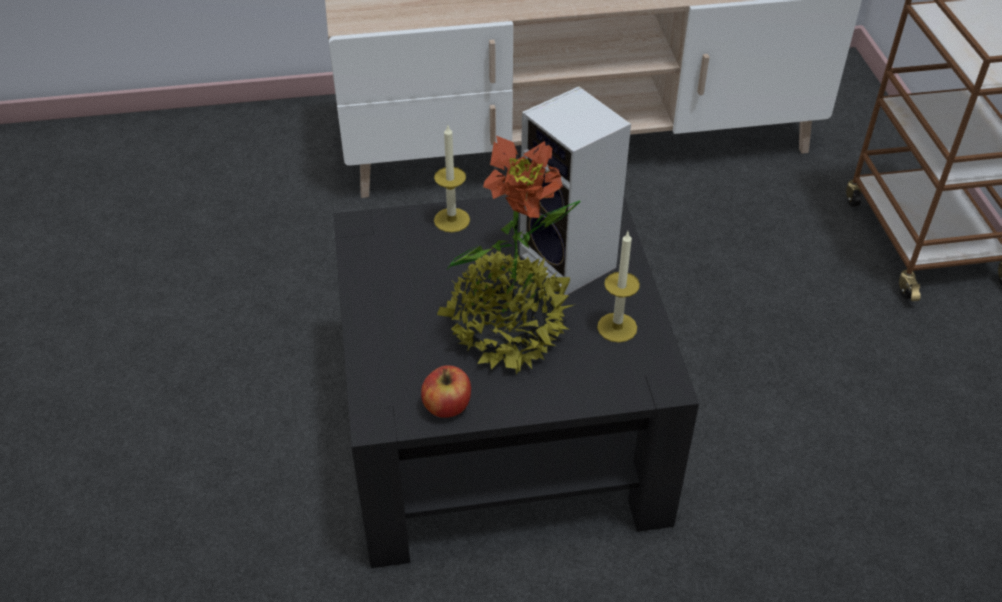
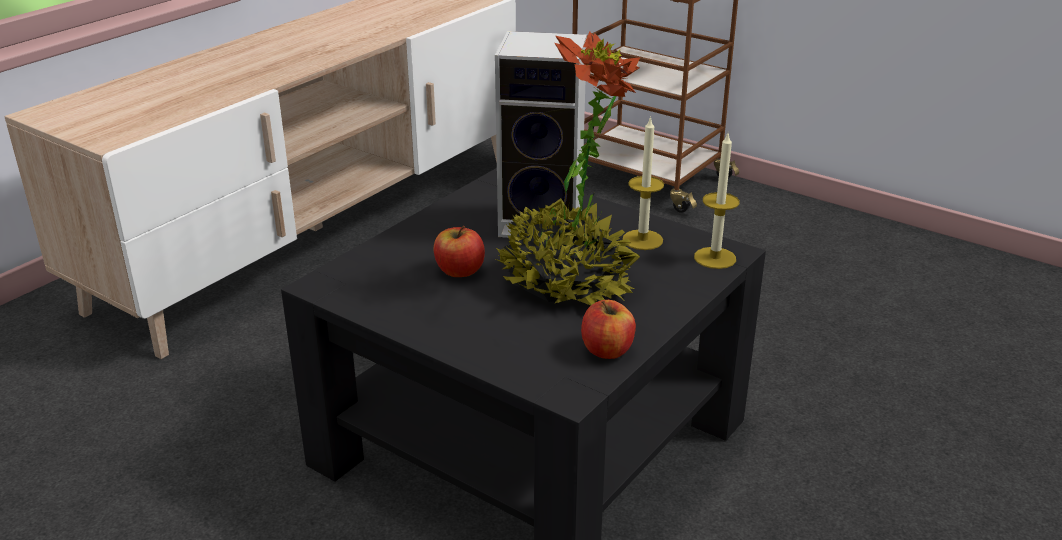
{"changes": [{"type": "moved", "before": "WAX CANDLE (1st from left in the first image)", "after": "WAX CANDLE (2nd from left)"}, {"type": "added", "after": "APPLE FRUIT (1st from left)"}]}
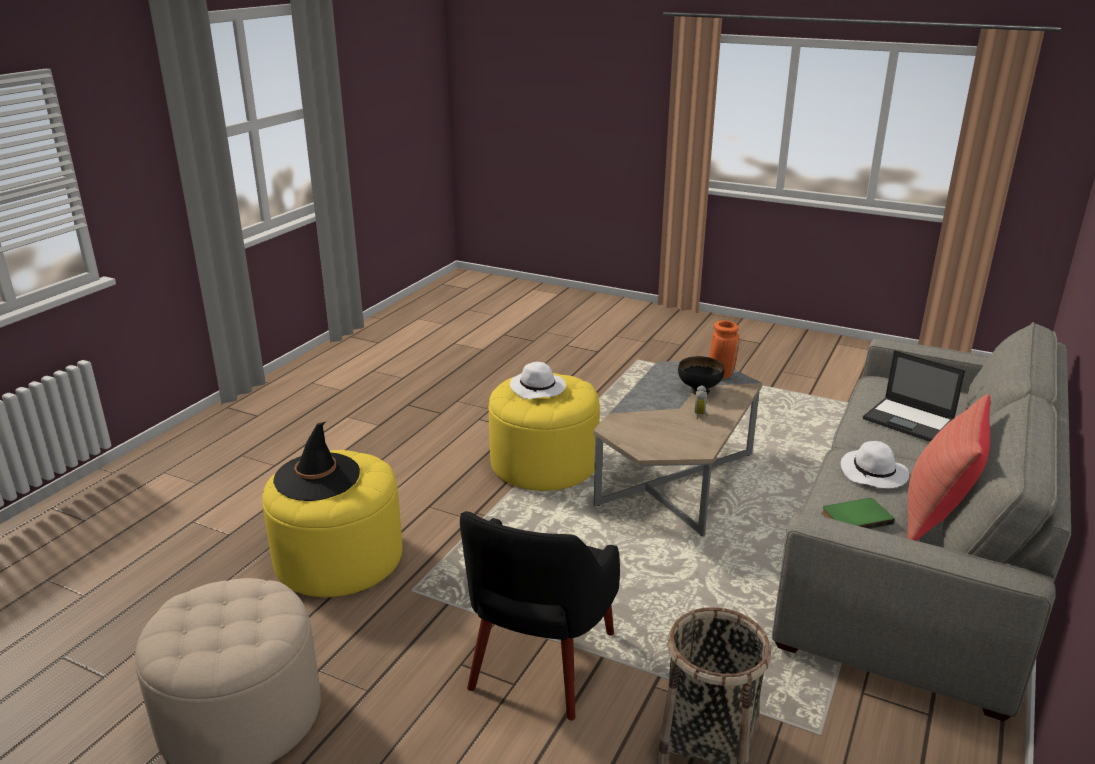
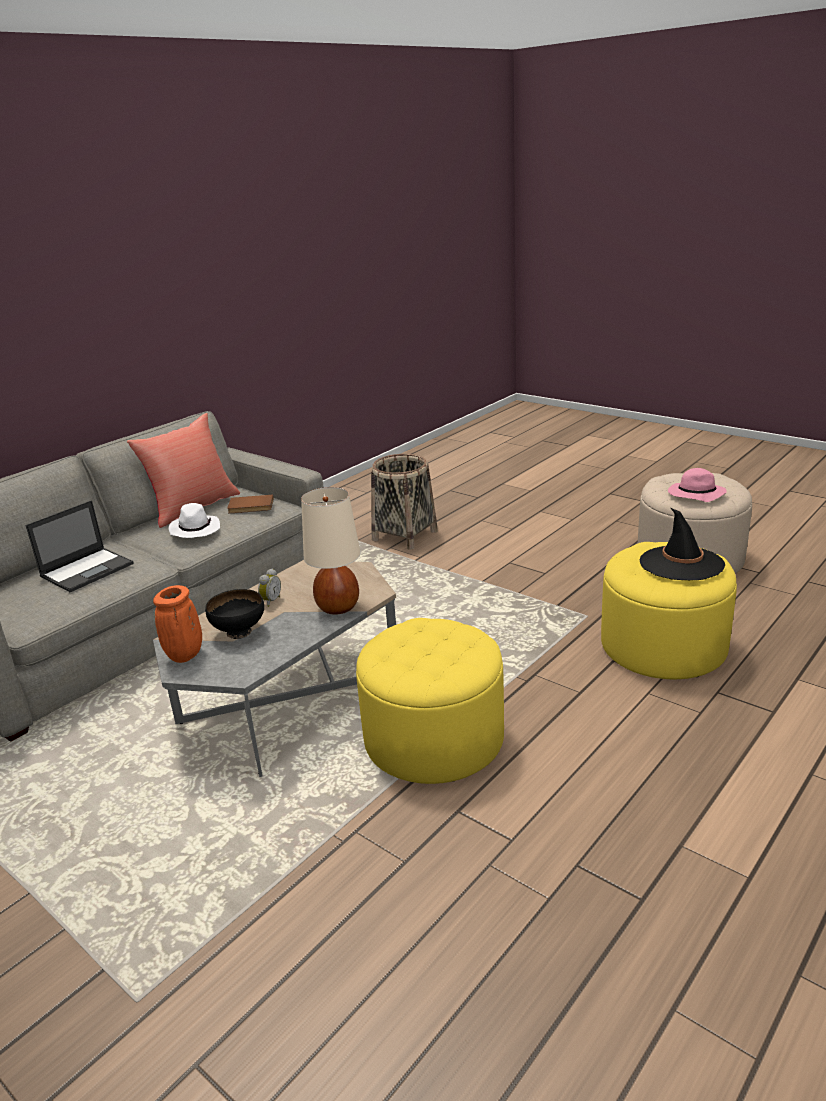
{"changes": [{"type": "removed", "before": "BLACK-COLOURED ARMCHAIR"}, {"type": "removed", "before": "WHITE WEARABLE HAT (1st from left)"}, {"type": "recoloured", "before": "GREEN-COLOURED BOUND BOOK", "after": "BROWN BOUND BOOK"}, {"type": "turned", "before": "NOTEBOOK COMPUTER", "turn": 75}, {"type": "added", "after": "BEIGE-COLOURED TABLE LAMP"}, {"type": "added", "after": "PINK-COLOURED WEARABLE HAT"}]}
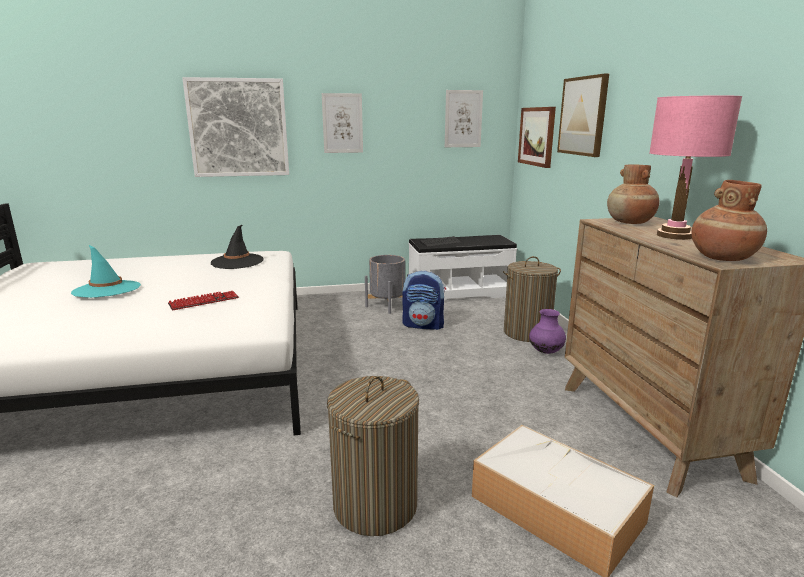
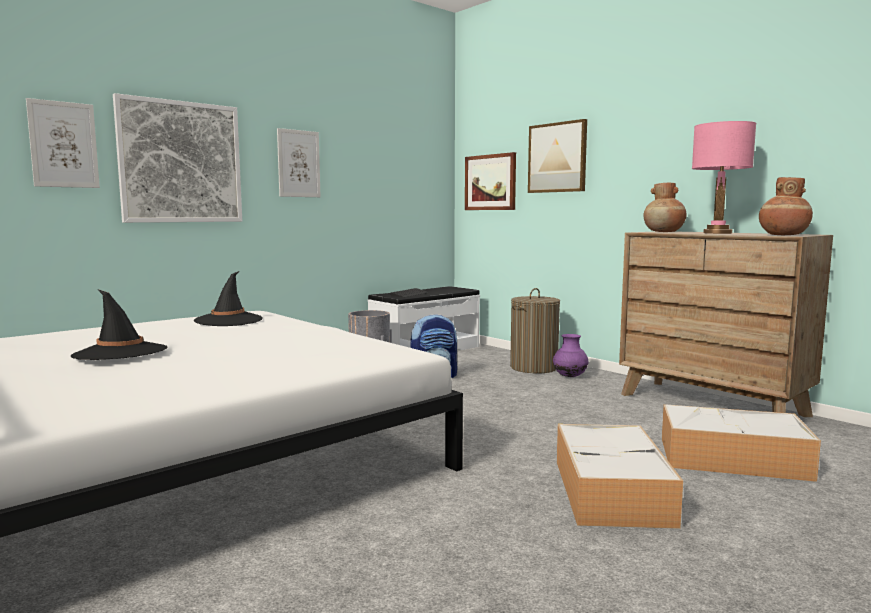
{"changes": [{"type": "recoloured", "before": "BLUE-GREEN WEARABLE HAT", "after": "BLACK-COLOURED WEARABLE HAT (1st from left)"}, {"type": "removed", "before": "COMPUTER KEYBOARD (1st from left)"}, {"type": "replaced", "before": "LAUNDRY BASKET (1st from left)", "after": "STORAGE BIN (1st from left)"}, {"type": "moved", "before": "WALL ART (3rd from left in the first image)", "after": "WALL ART (1st from left)"}]}
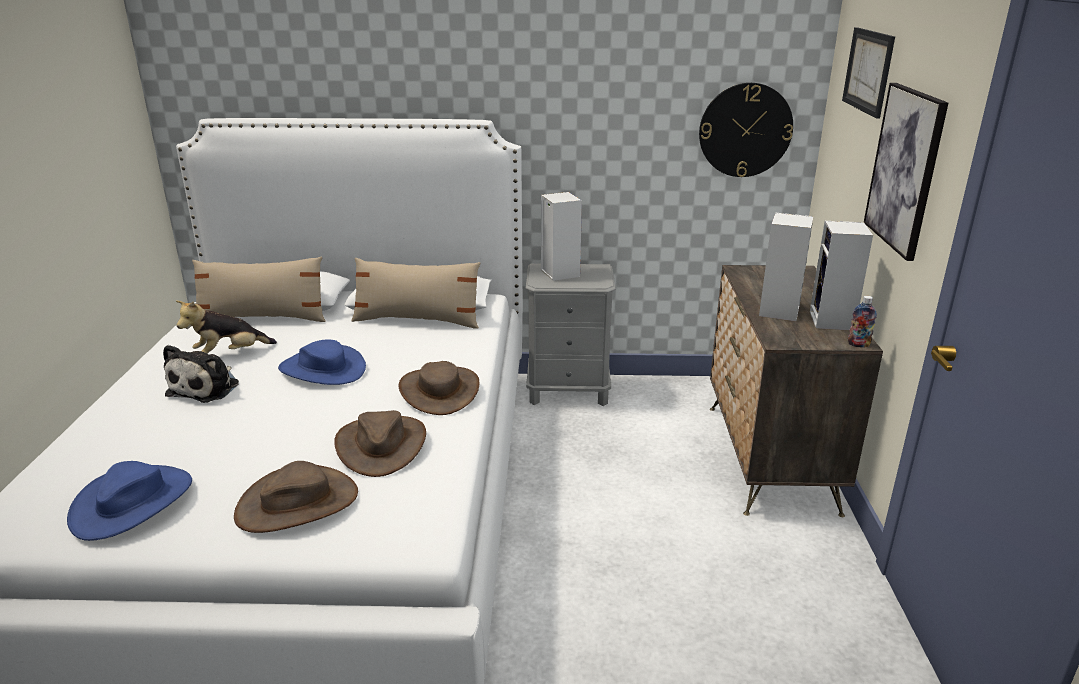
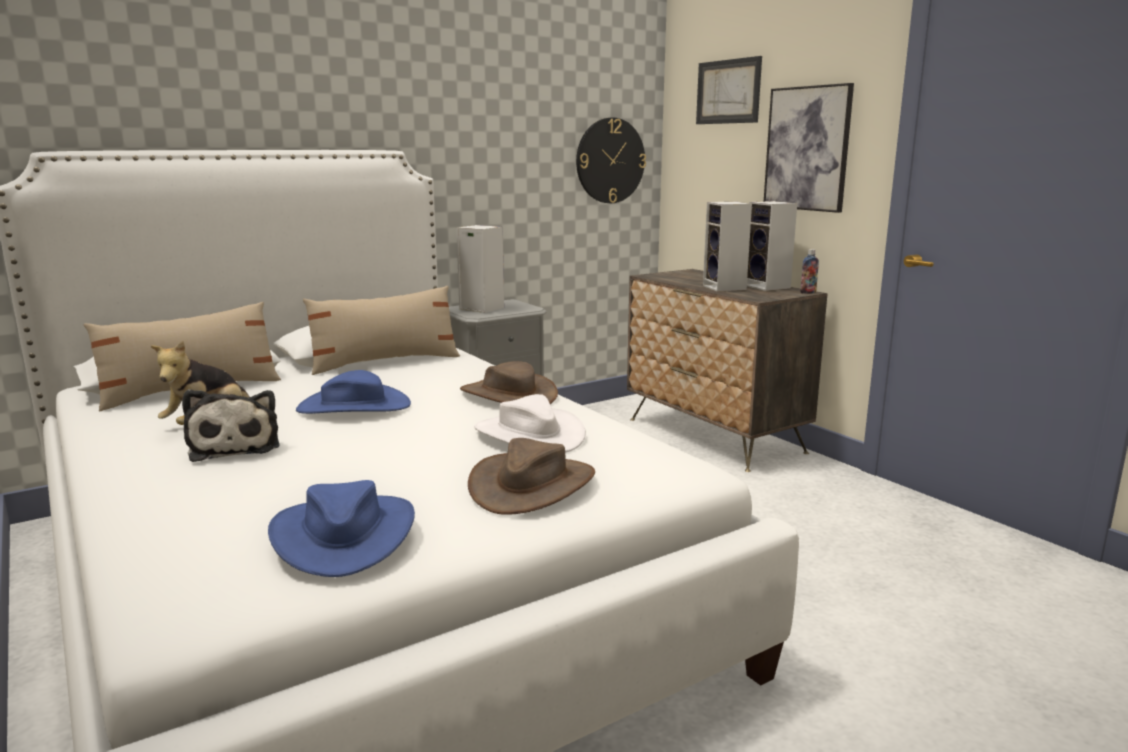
{"changes": [{"type": "recoloured", "before": "BROWN WEARABLE HAT (2nd from left)", "after": "WHITE WEARABLE HAT"}]}
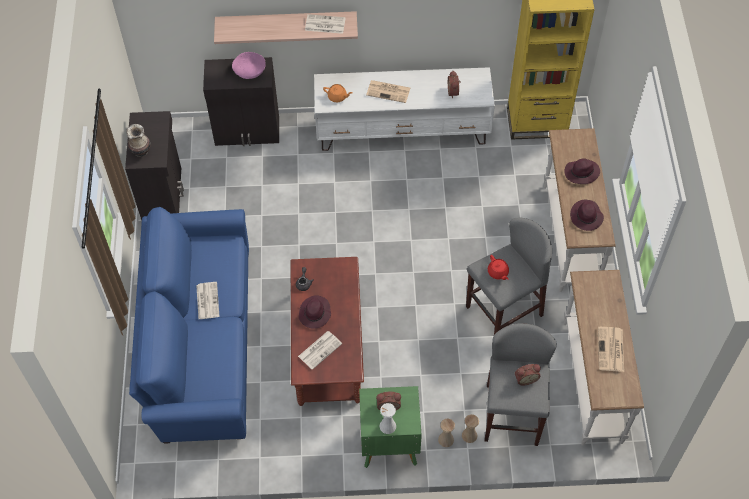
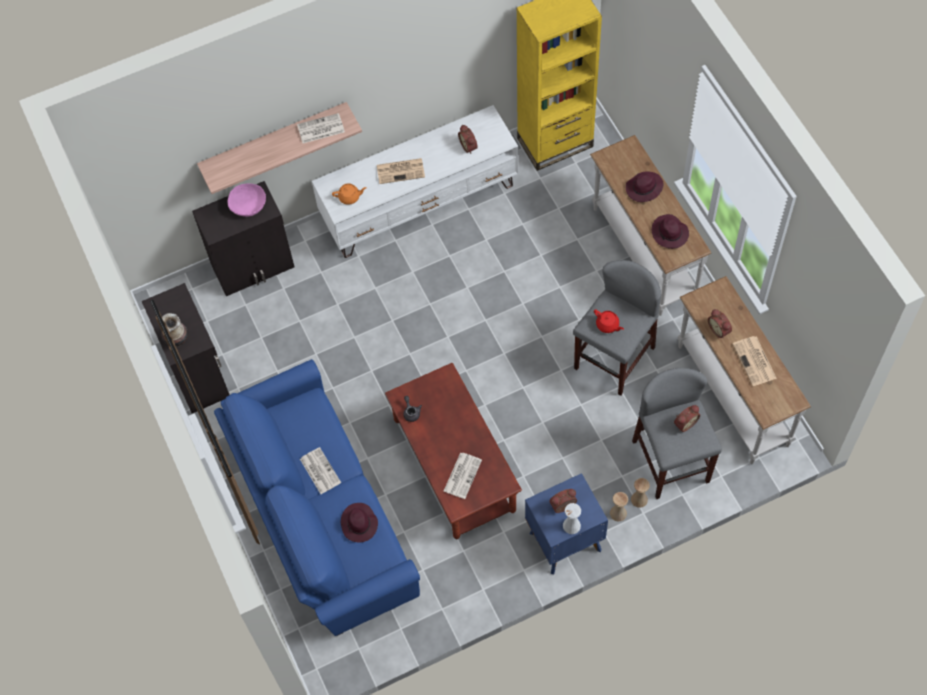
{"changes": [{"type": "moved", "before": "PURPLISH WEARABLE HAT (1st from left)"}, {"type": "recoloured", "before": "GREEN-COLOURED BEDSIDE TABLE", "after": "BLUE BEDSIDE TABLE"}, {"type": "added", "after": "BEDSIDE CLOCK (4th from left)"}]}
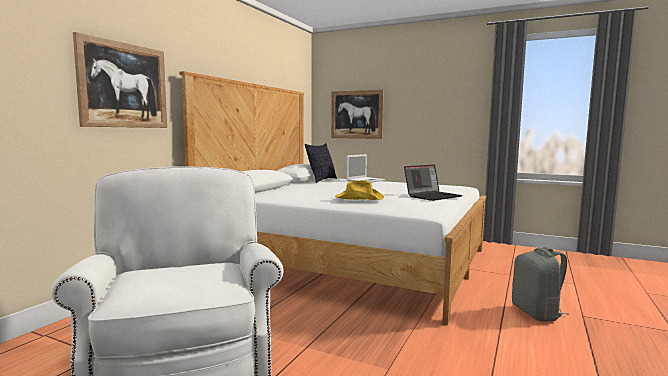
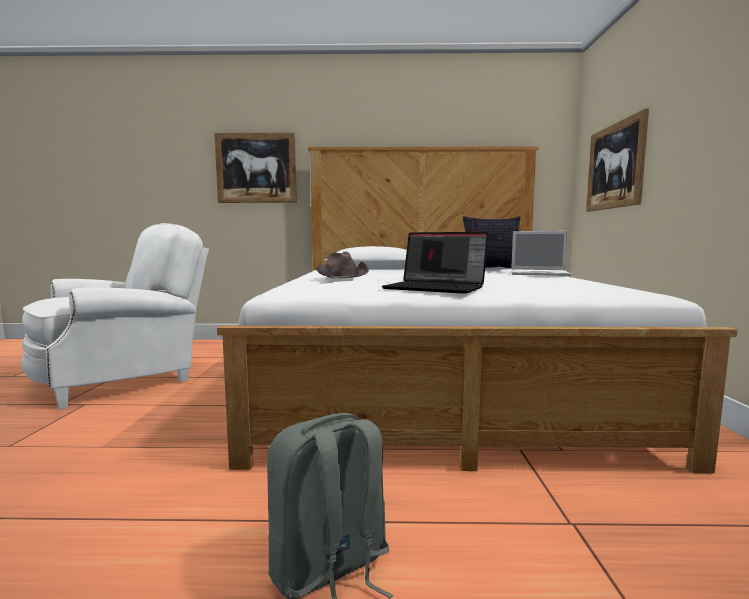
{"changes": [{"type": "recoloured", "before": "YELLOW WEARABLE HAT", "after": "BROWN WEARABLE HAT"}]}
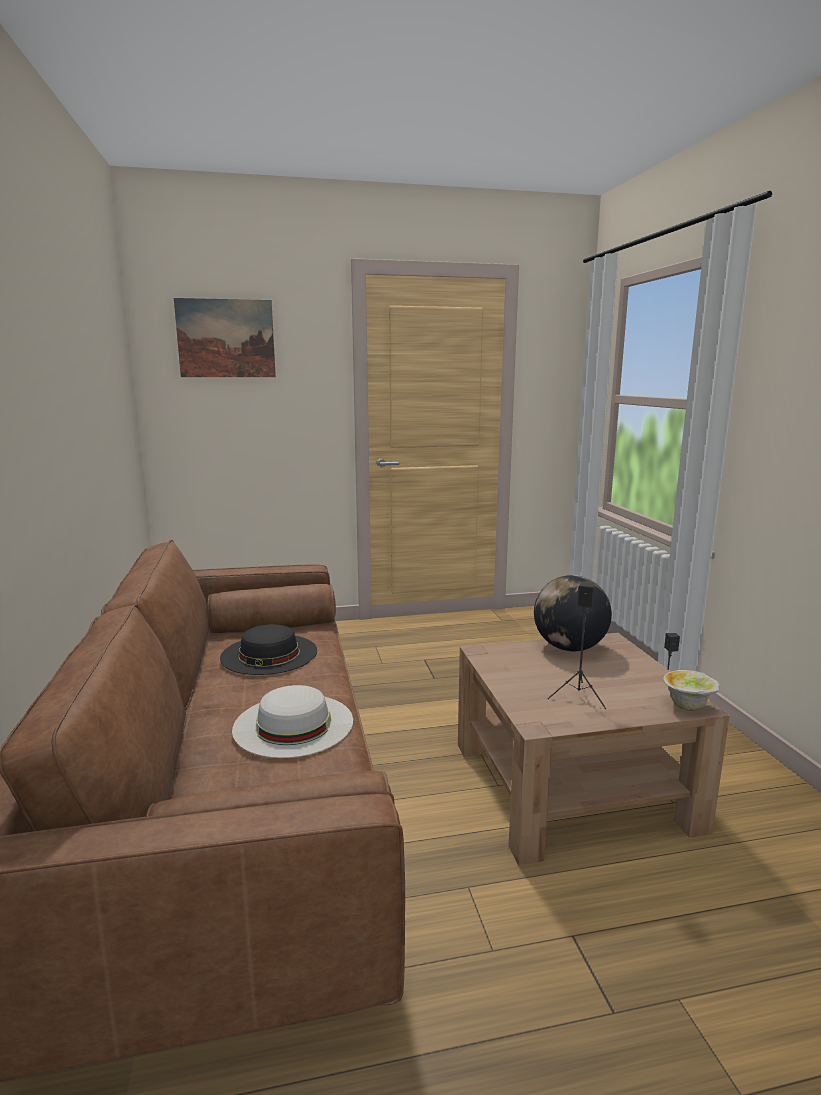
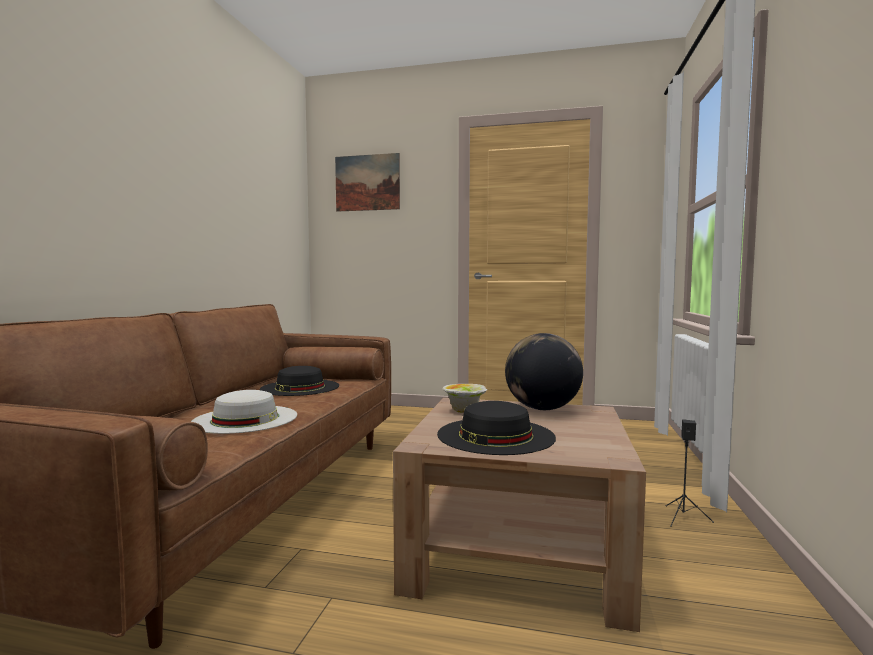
{"changes": [{"type": "replaced", "before": "BLACK-COLOURED LOUDSPEAKER (1st from left)", "after": "BLACK-COLOURED WEARABLE HAT (2nd from left)"}, {"type": "moved", "before": "SERVING BOWL"}]}
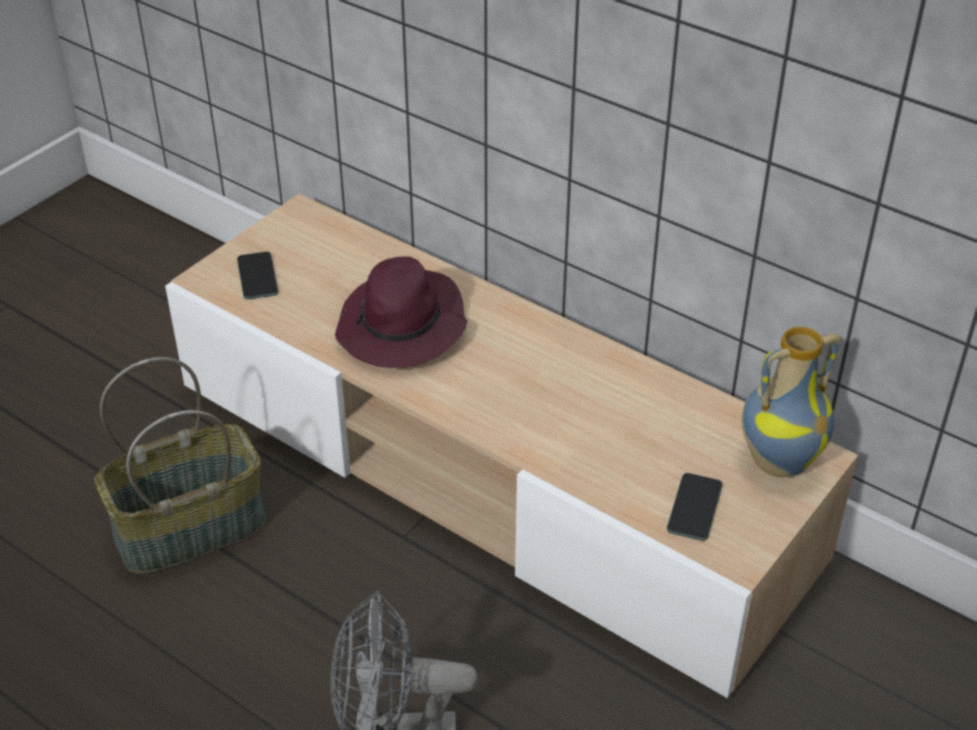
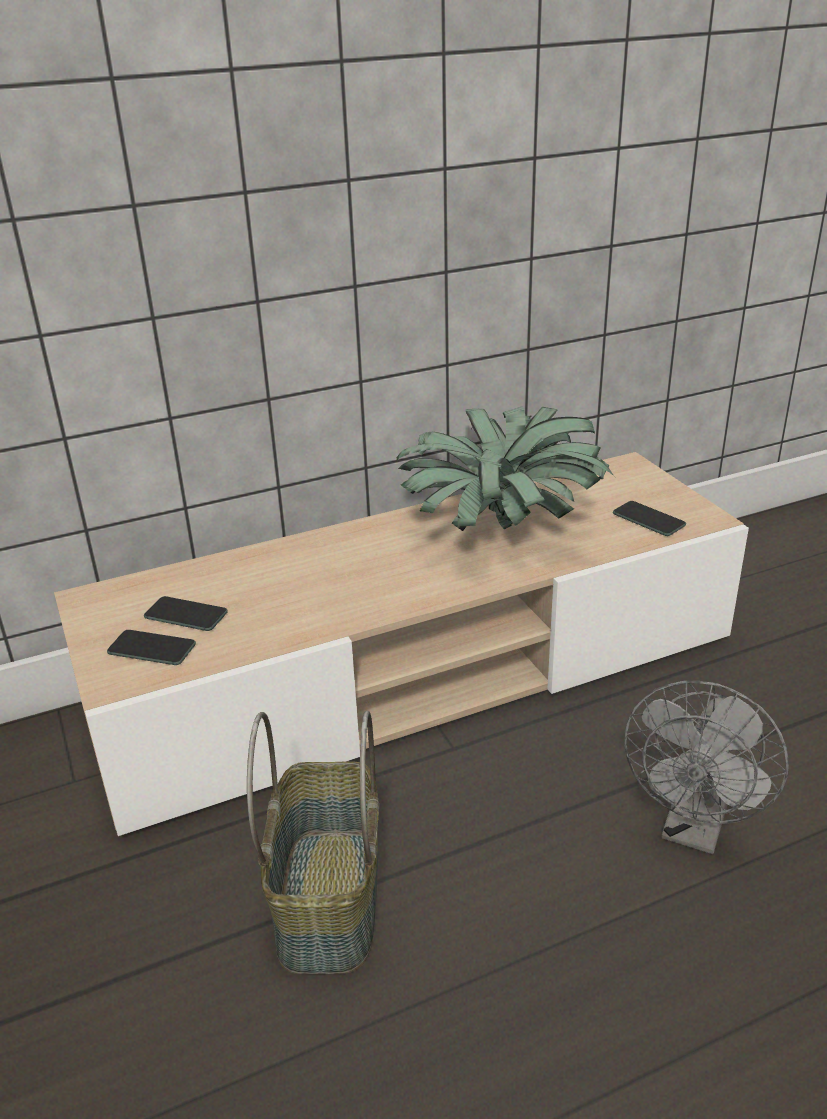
{"changes": [{"type": "removed", "before": "PURPLISH WEARABLE HAT"}, {"type": "removed", "before": "FLOWER VASE"}, {"type": "added", "after": "HANDSET (2nd from left)"}, {"type": "added", "after": "HOUSEPLANT"}]}
